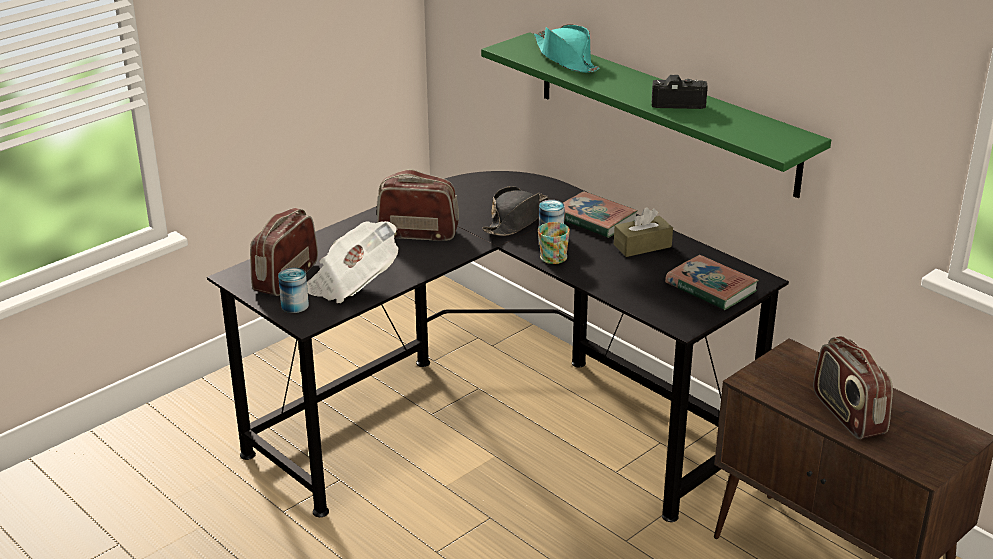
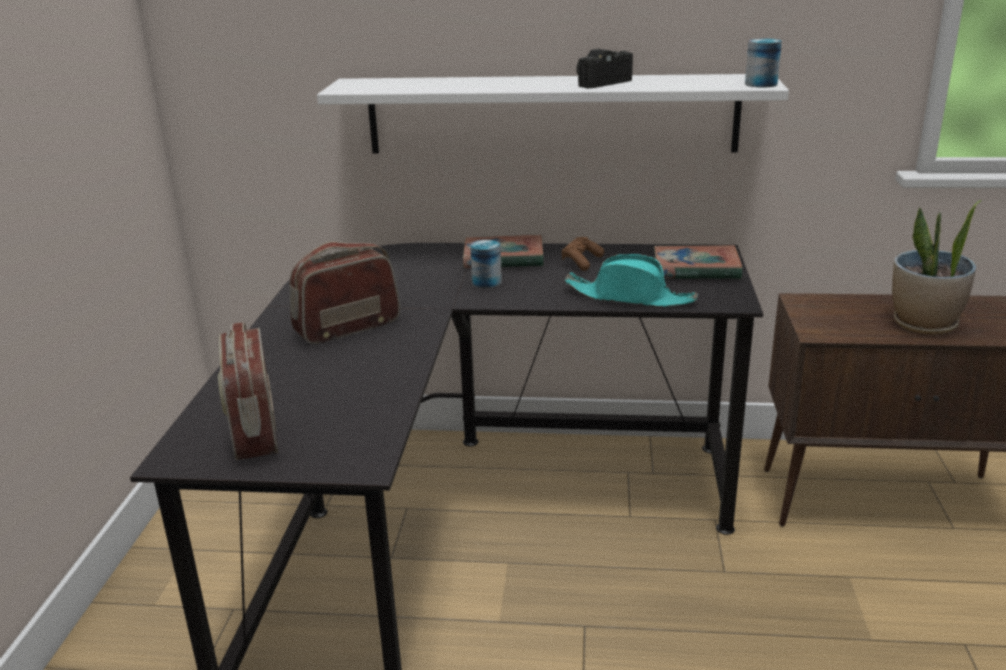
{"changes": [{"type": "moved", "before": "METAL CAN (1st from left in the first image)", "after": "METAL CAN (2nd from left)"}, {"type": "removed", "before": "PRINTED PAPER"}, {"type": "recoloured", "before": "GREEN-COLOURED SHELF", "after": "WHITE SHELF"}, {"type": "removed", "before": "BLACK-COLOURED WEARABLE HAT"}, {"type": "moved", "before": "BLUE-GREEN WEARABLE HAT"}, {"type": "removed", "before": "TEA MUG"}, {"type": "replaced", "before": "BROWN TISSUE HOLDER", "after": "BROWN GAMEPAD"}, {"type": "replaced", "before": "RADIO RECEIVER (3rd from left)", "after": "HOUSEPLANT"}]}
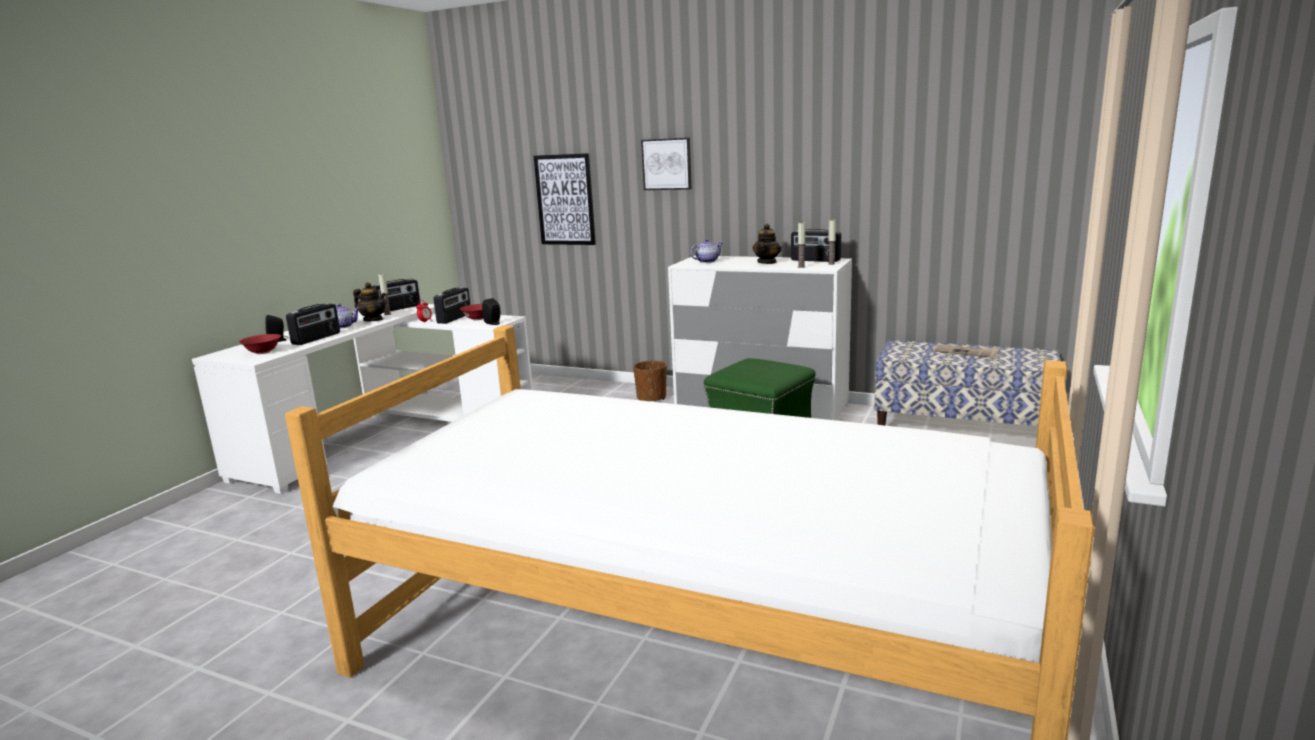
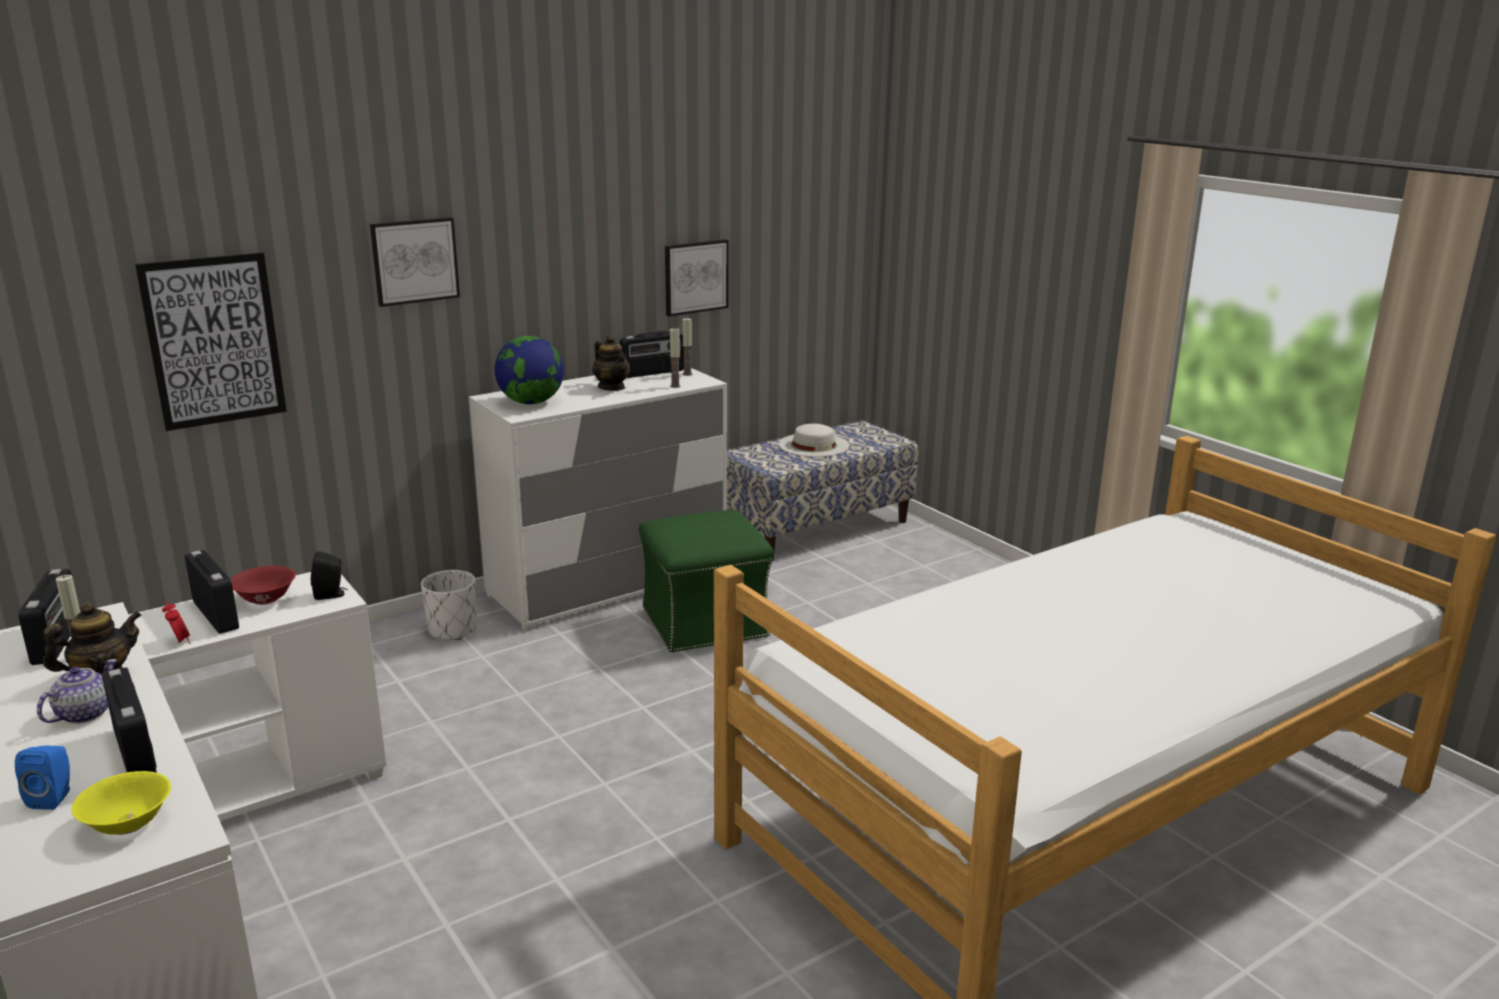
{"changes": [{"type": "recoloured", "before": "RED SERVING BOWL (1st from left)", "after": "YELLOW SERVING BOWL"}, {"type": "recoloured", "before": "BLACK-COLOURED LOUDSPEAKER (1st from left)", "after": "BLUE LOUDSPEAKER"}, {"type": "recoloured", "before": "BROWN PLANTER", "after": "WHITE PLANTER"}, {"type": "replaced", "before": "POT FOR TEA (3rd from left)", "after": "WORLD GLOBE"}, {"type": "replaced", "before": "PRINTED PAPER", "after": "WHITE WEARABLE HAT"}, {"type": "added", "after": "WALL ART (3rd from left)"}]}
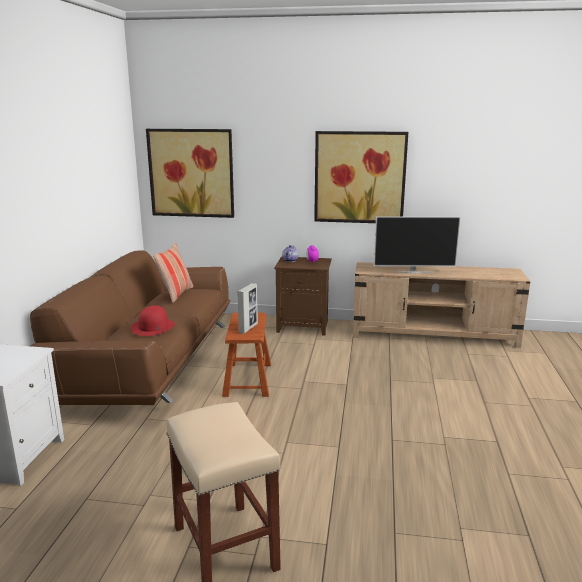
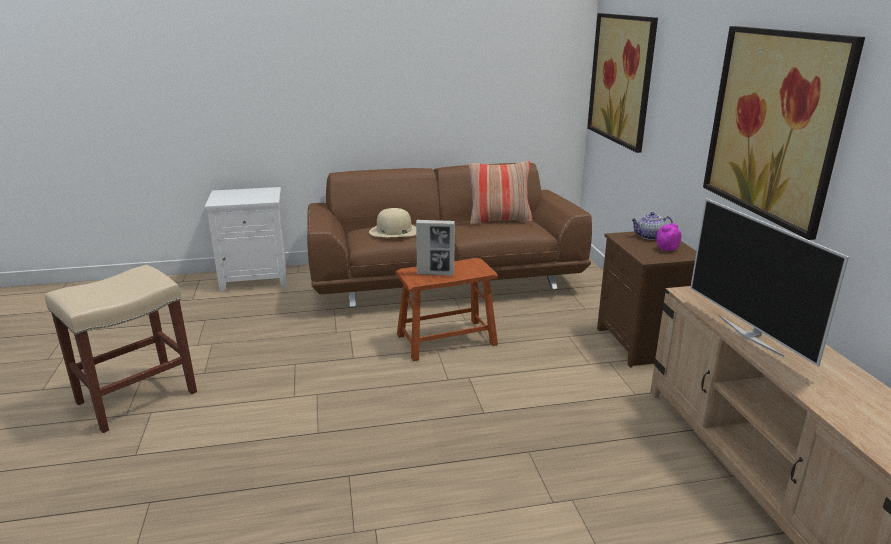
{"changes": [{"type": "recoloured", "before": "RED WEARABLE HAT", "after": "BEIGE-COLOURED WEARABLE HAT"}]}
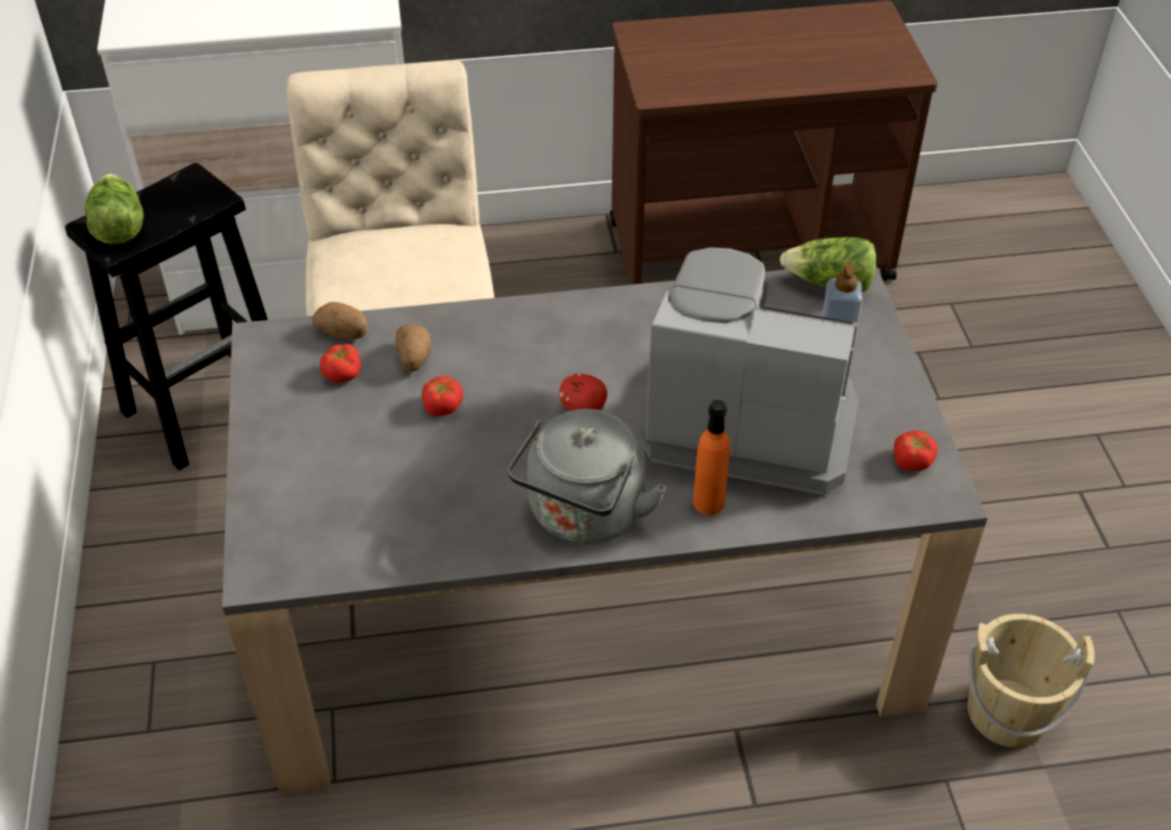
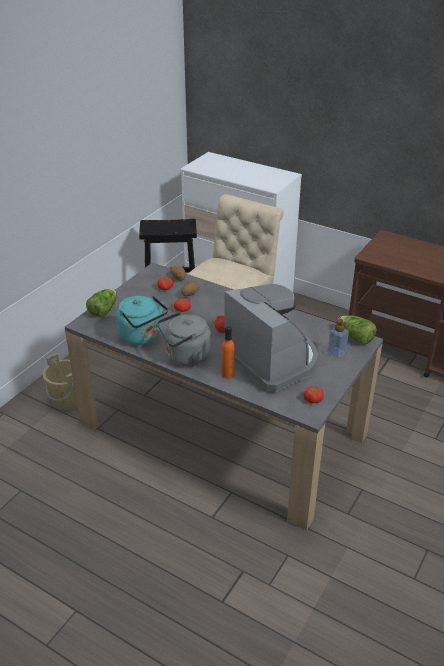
{"changes": [{"type": "moved", "before": "HEAD OF LETTUCE (1st from left)"}, {"type": "moved", "before": "BEIGE-COLOURED BUCKET"}, {"type": "added", "after": "BLUE-GREEN WATER KETTLE"}]}
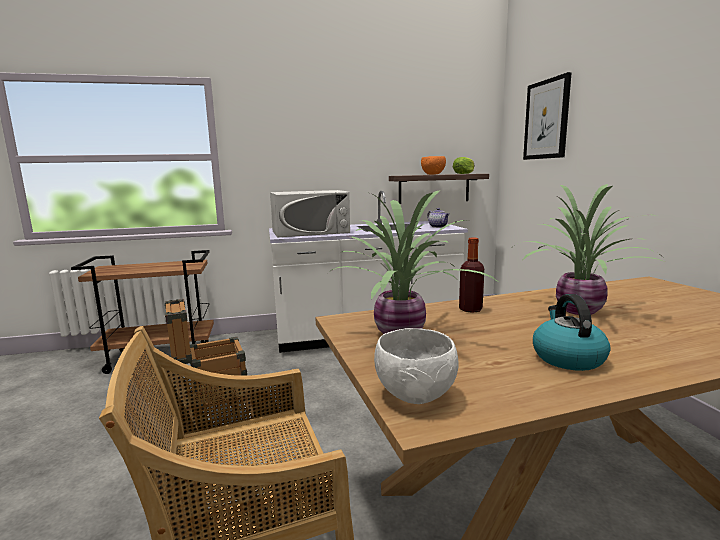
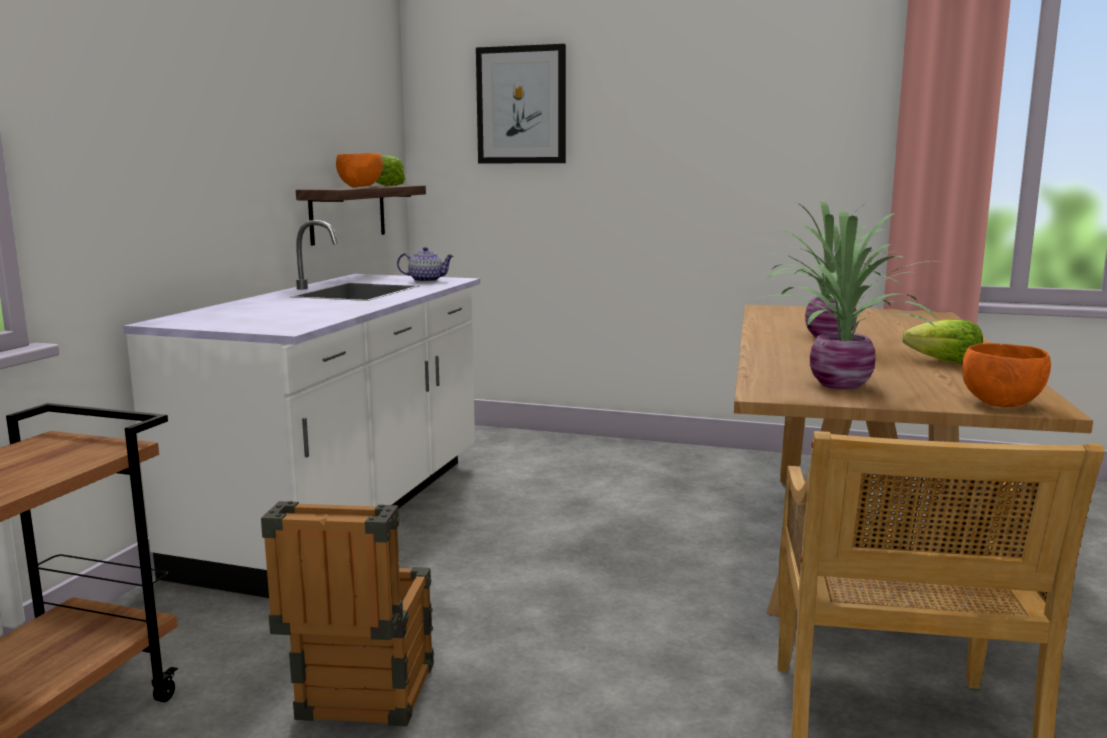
{"changes": [{"type": "removed", "before": "WHITE MICROWAVE OVEN"}, {"type": "recoloured", "before": "WHITE SERVING BOWL", "after": "ORANGE-COLOURED SERVING BOWL (2nd from left)"}, {"type": "removed", "before": "BEVERAGE BOTTLE"}, {"type": "replaced", "before": "WATER KETTLE", "after": "HEAD OF LETTUCE (2nd from left)"}]}
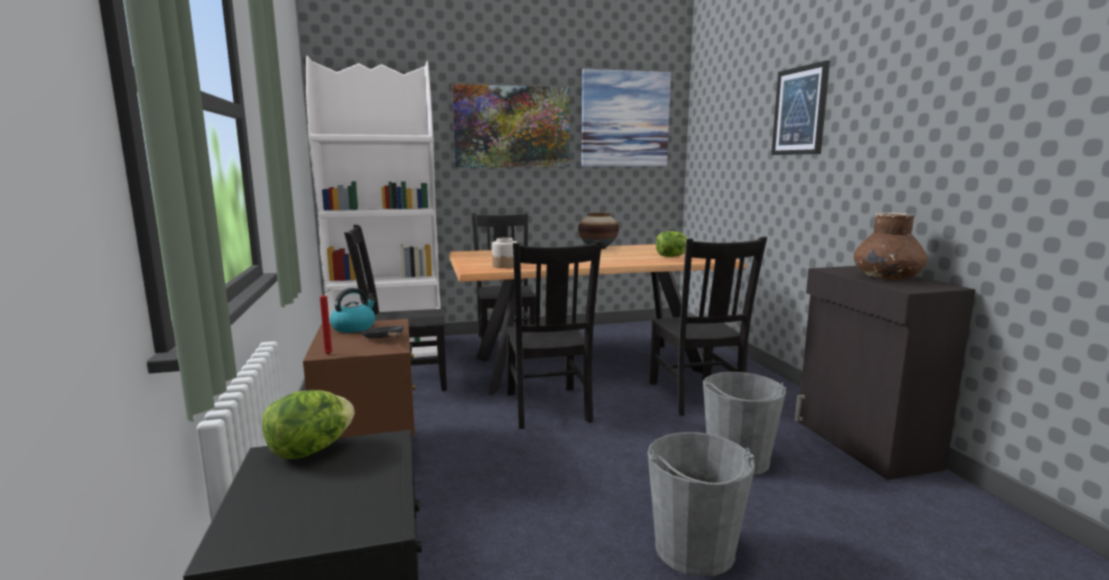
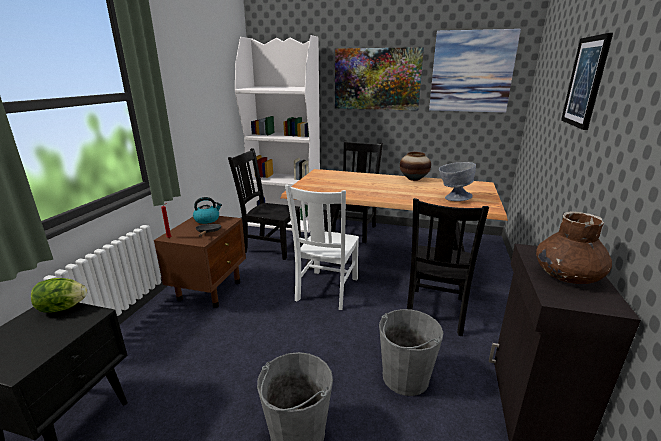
{"changes": [{"type": "removed", "before": "PRESERVE JAR"}, {"type": "recoloured", "before": "BLACK-COLOURED CHAIR (3rd from left)", "after": "WHITE CHAIR"}, {"type": "replaced", "before": "HEAD OF LETTUCE (2nd from left)", "after": "GRAY SERVING BOWL"}]}
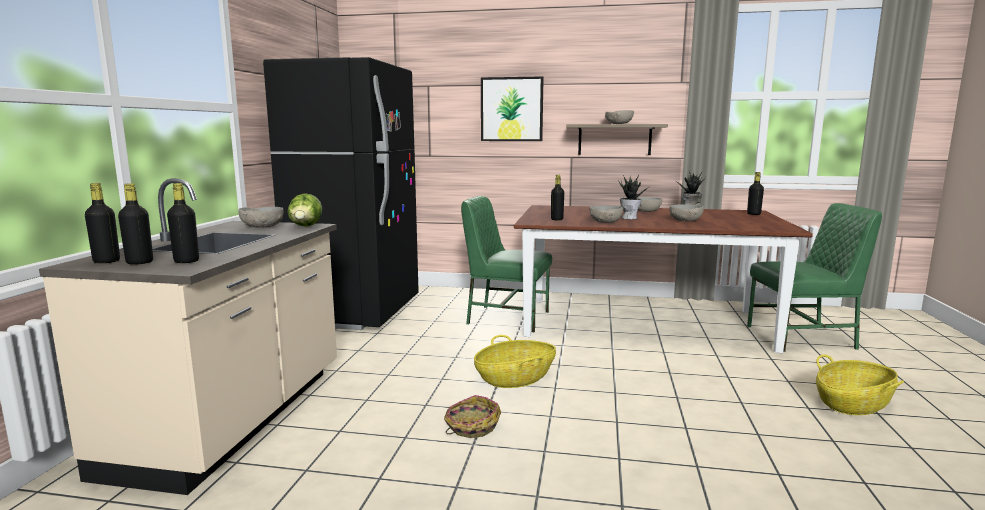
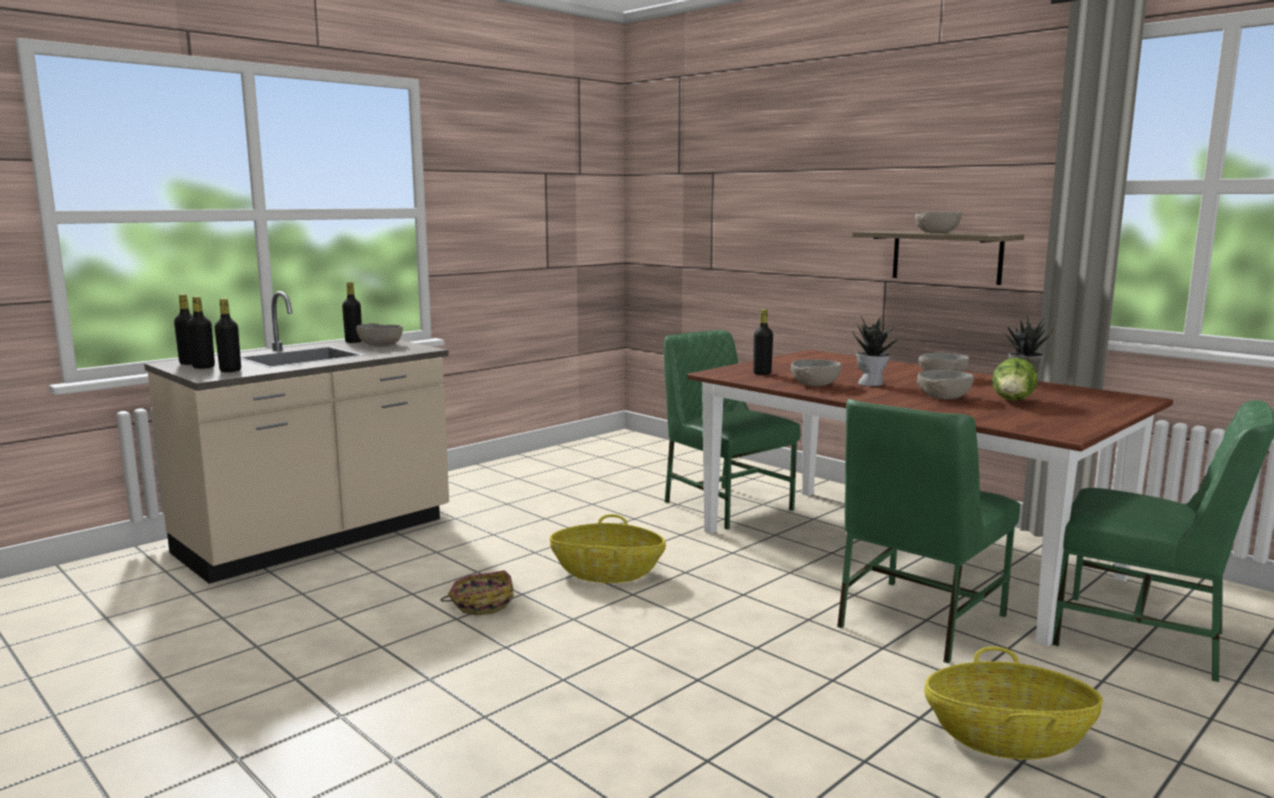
{"changes": [{"type": "removed", "before": "BLACK-COLOURED KITCHEN FRIDGE"}, {"type": "moved", "before": "HEAD OF LETTUCE"}, {"type": "removed", "before": "WALL ART"}, {"type": "moved", "before": "BLACK-COLOURED BEVERAGE BOTTLE (5th from left in the first image)", "after": "BLACK-COLOURED BEVERAGE BOTTLE (4th from left)"}, {"type": "added", "after": "GREEN-COLOURED CHAIR (2nd from left)"}]}
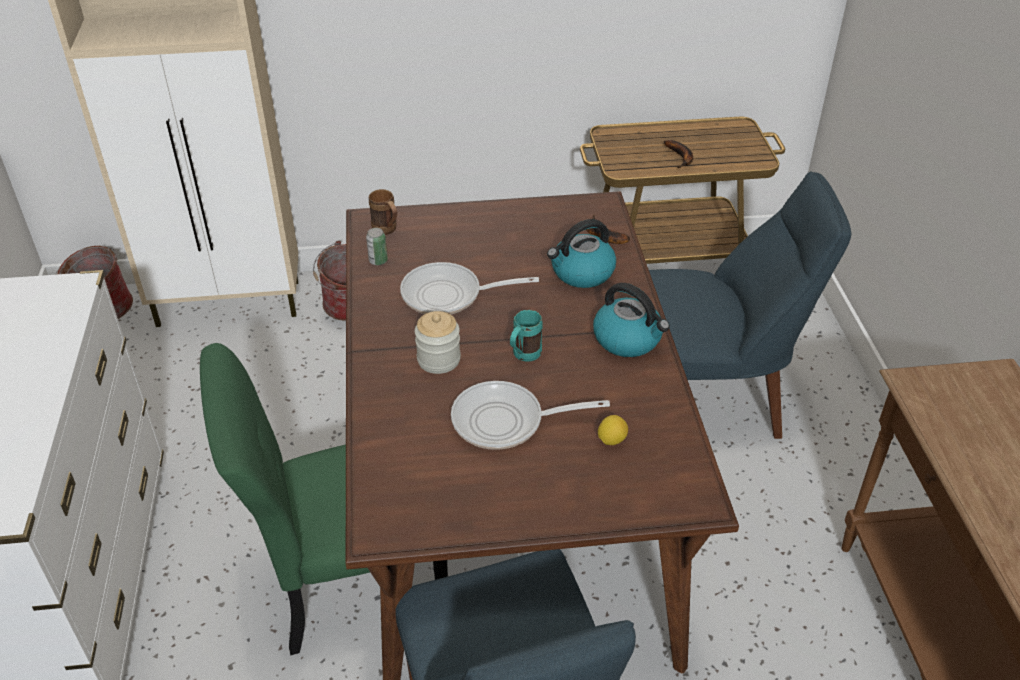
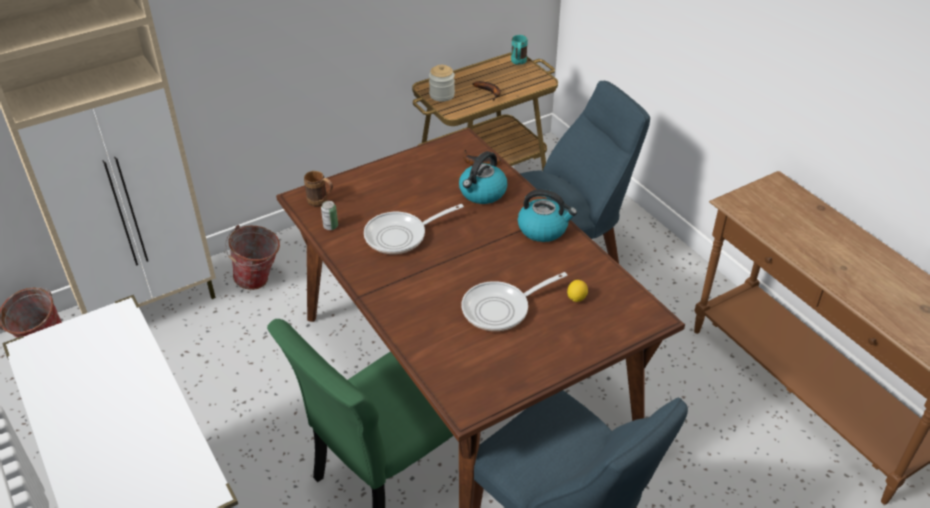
{"changes": [{"type": "moved", "before": "PRESERVE JAR"}, {"type": "moved", "before": "BLUE-GREEN TEA MUG"}]}
